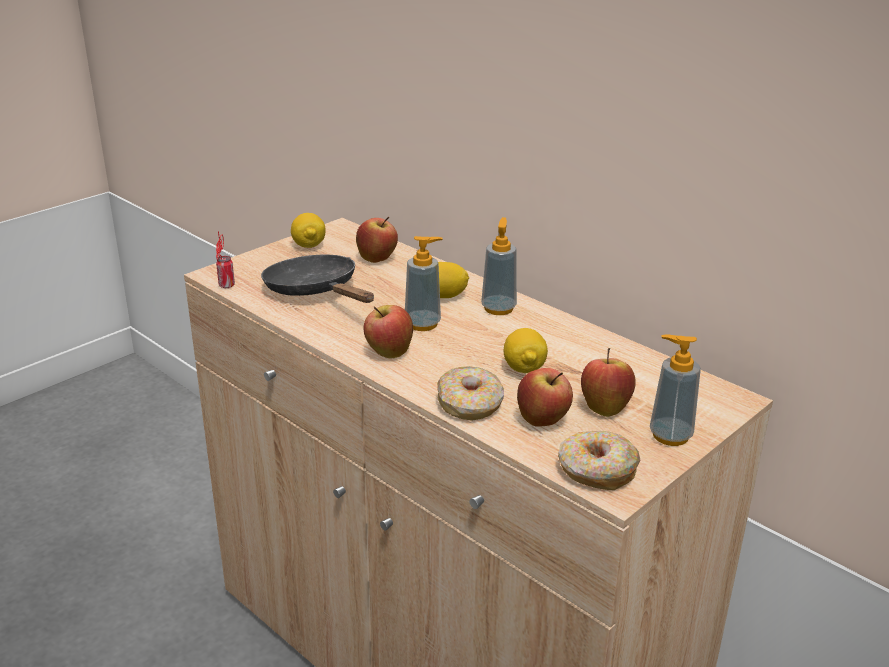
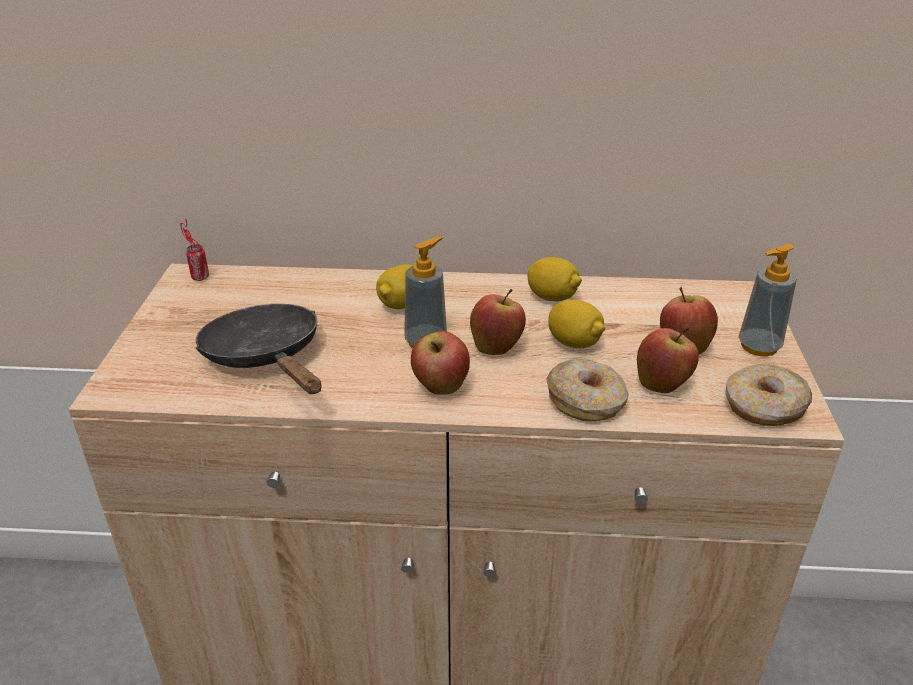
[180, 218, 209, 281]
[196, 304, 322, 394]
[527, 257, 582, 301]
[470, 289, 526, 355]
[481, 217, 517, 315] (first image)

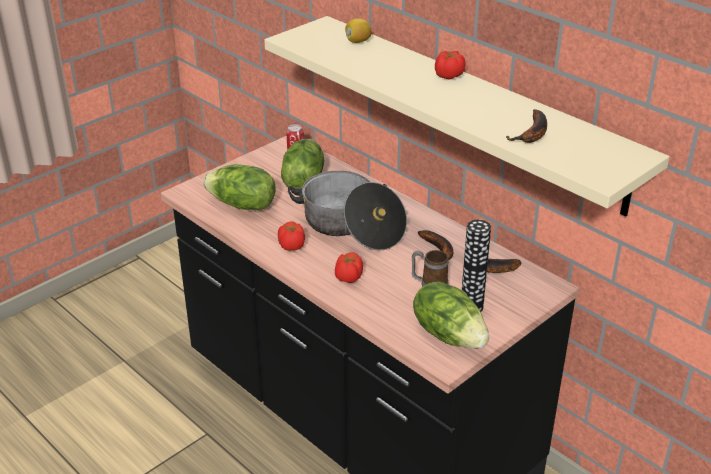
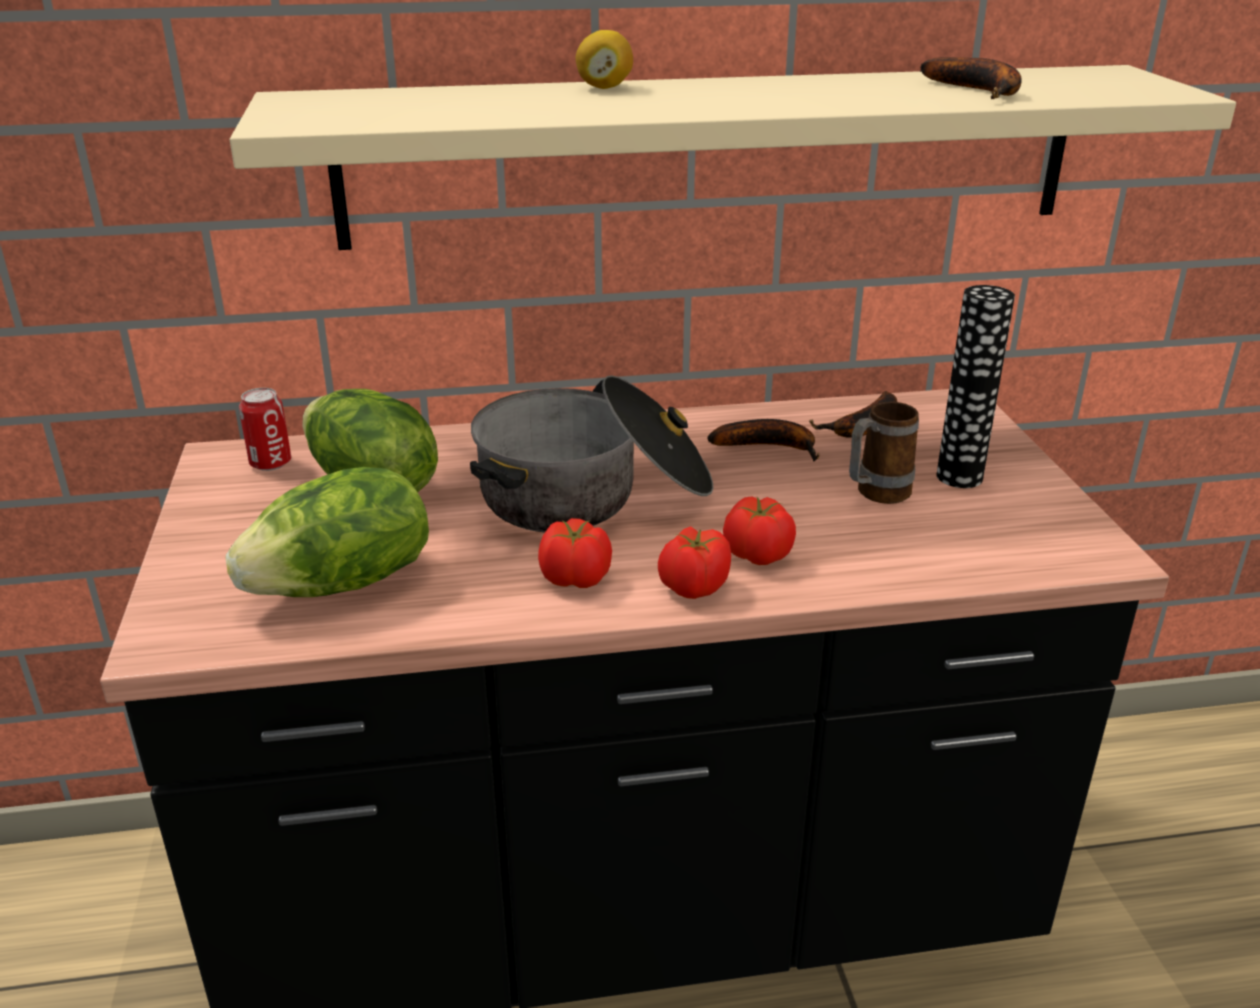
[576, 30, 633, 89]
[413, 281, 489, 349] (first image)
[658, 526, 731, 599]

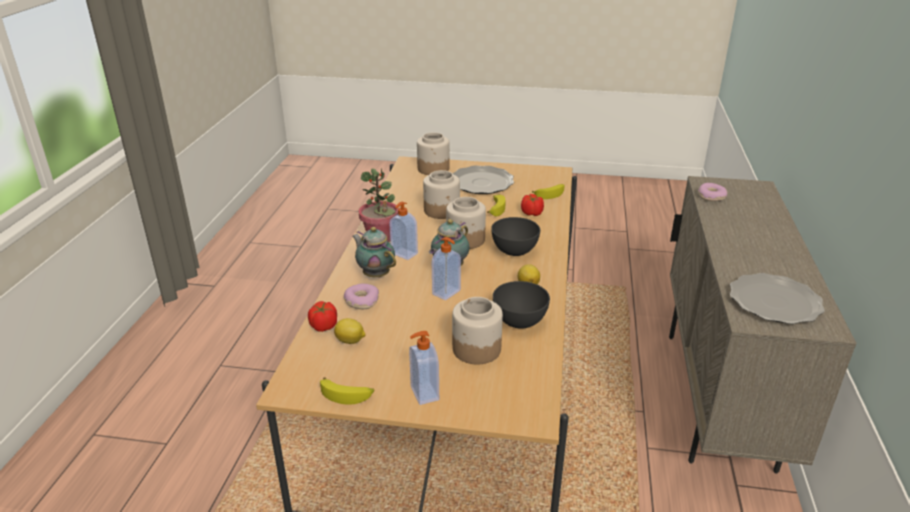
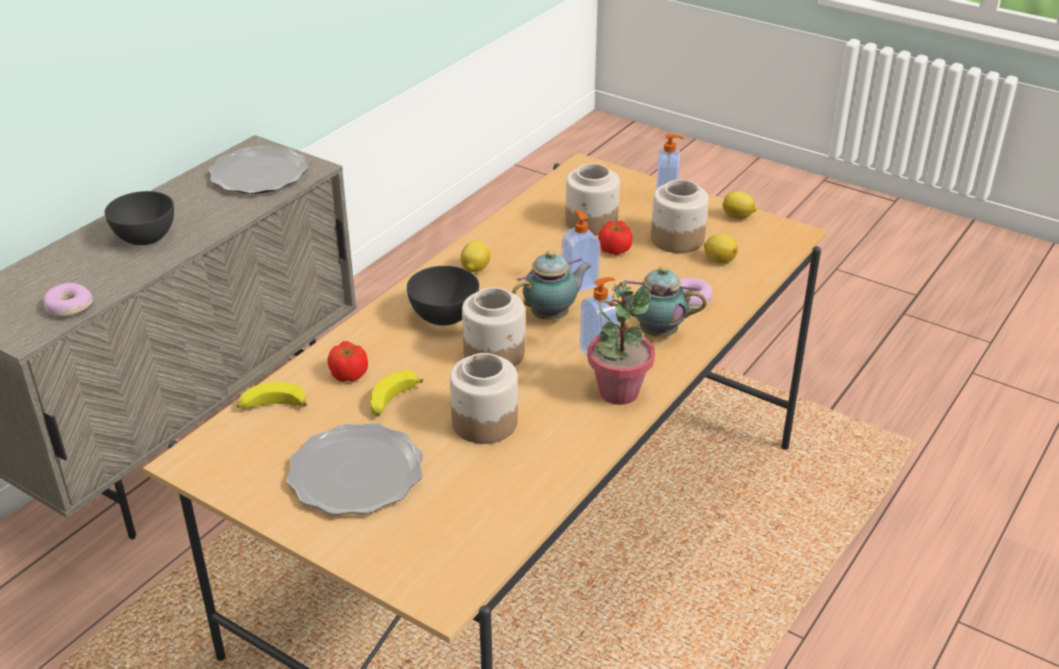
[599, 220, 632, 255]
[723, 191, 757, 219]
[612, 266, 707, 337]
[651, 180, 708, 253]
[104, 191, 174, 245]

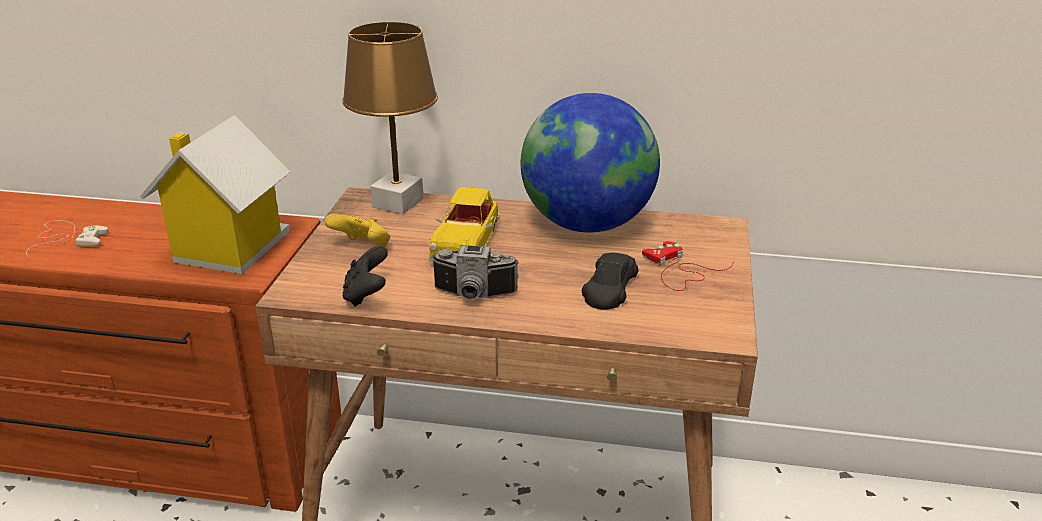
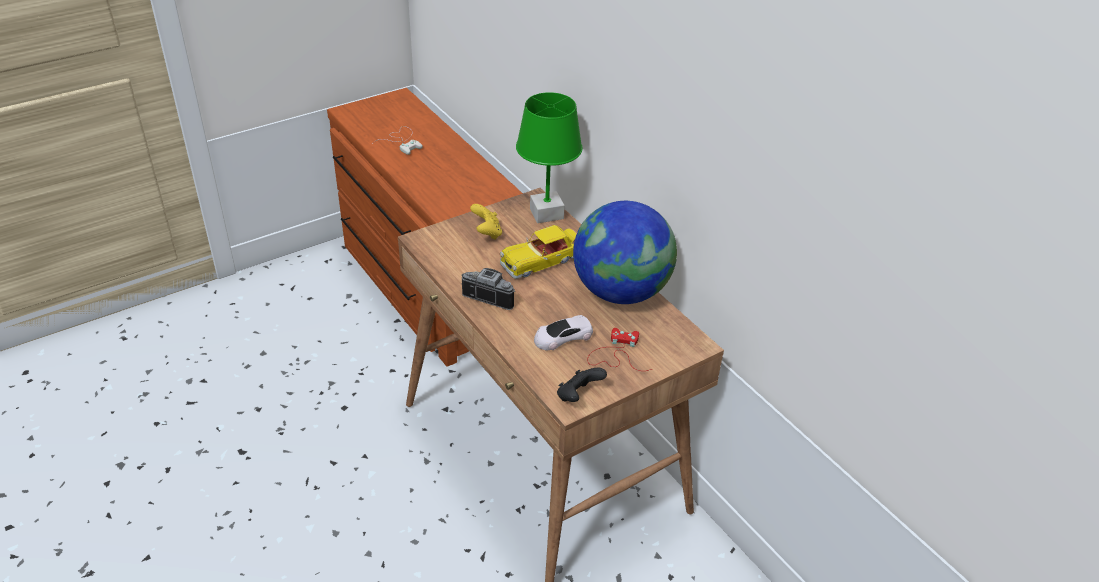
[140, 115, 290, 274] (first image)
[516, 92, 583, 223]
[557, 368, 607, 402]
[461, 268, 515, 310]
[534, 315, 593, 350]

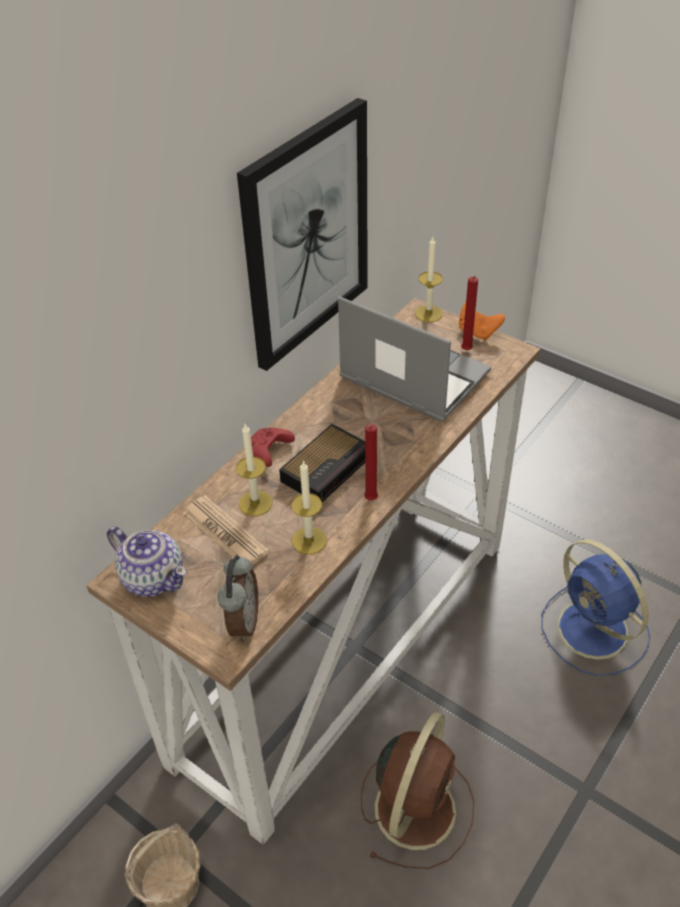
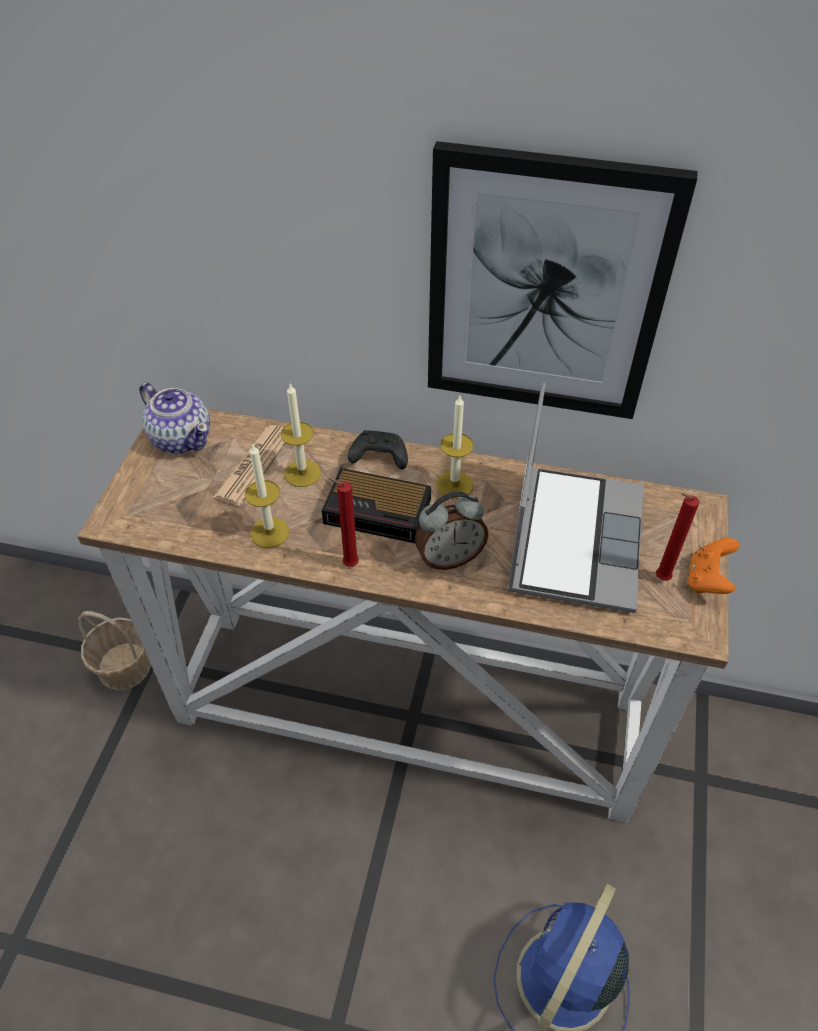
[139, 383, 210, 454]
[415, 492, 488, 570]
[348, 430, 408, 470]
[361, 712, 475, 869] (first image)
[436, 396, 473, 499]

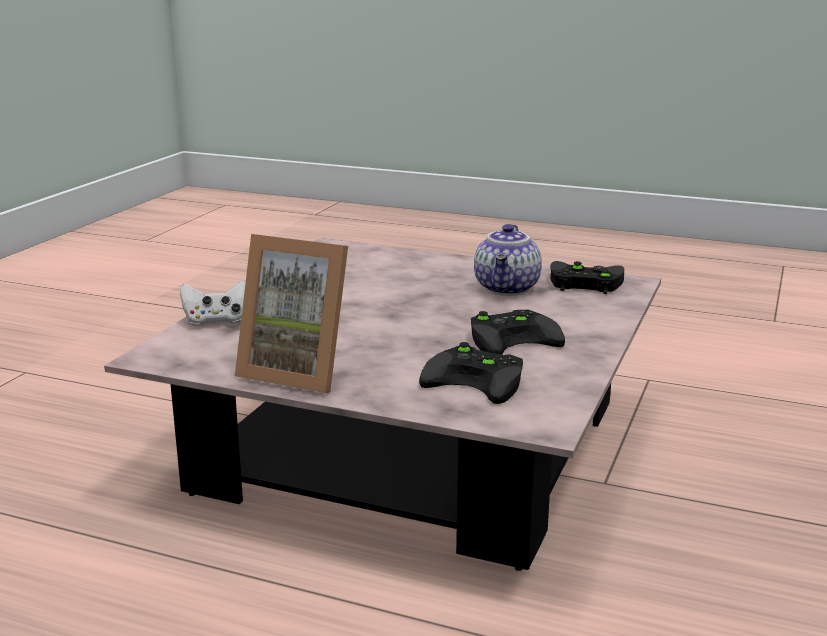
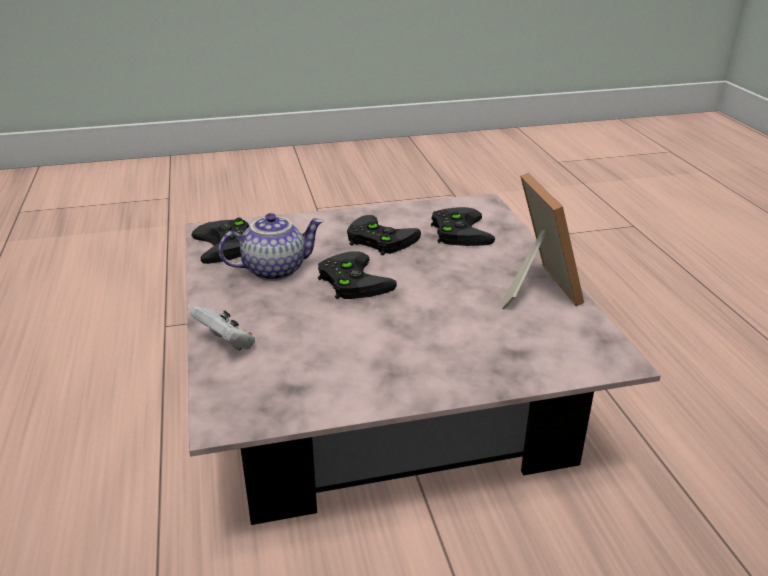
[190, 306, 255, 351]
[318, 251, 397, 299]

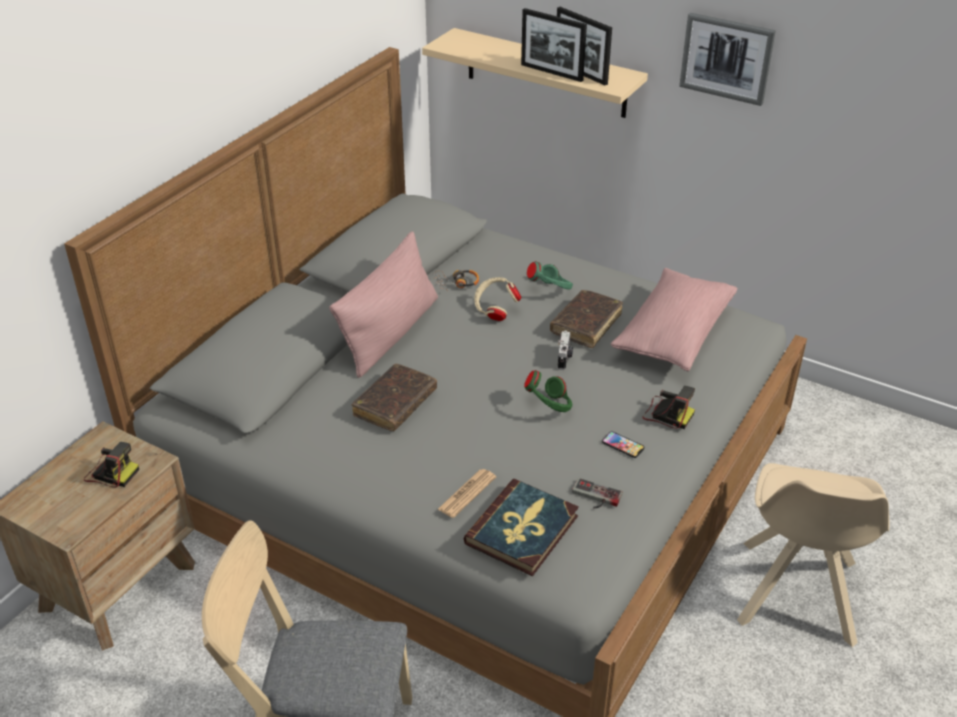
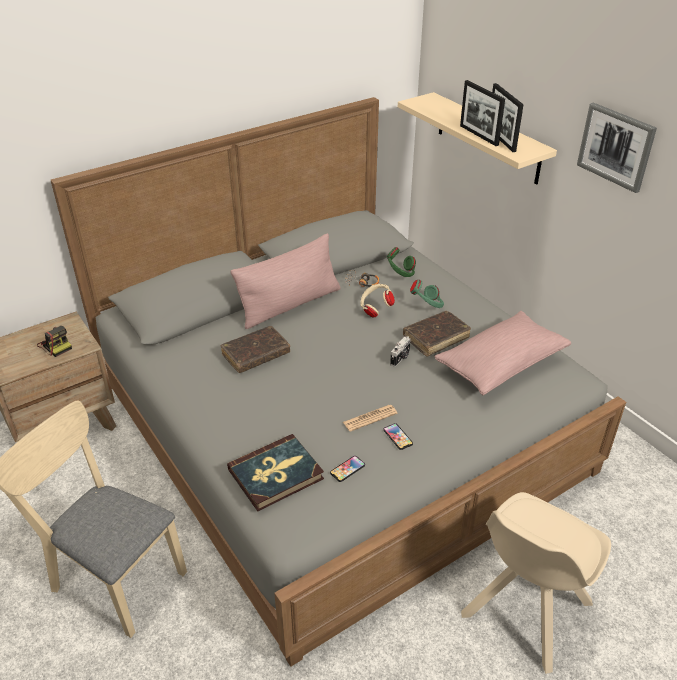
[343, 405, 397, 432]
[387, 247, 416, 277]
[330, 456, 365, 482]
[642, 386, 695, 429] (first image)

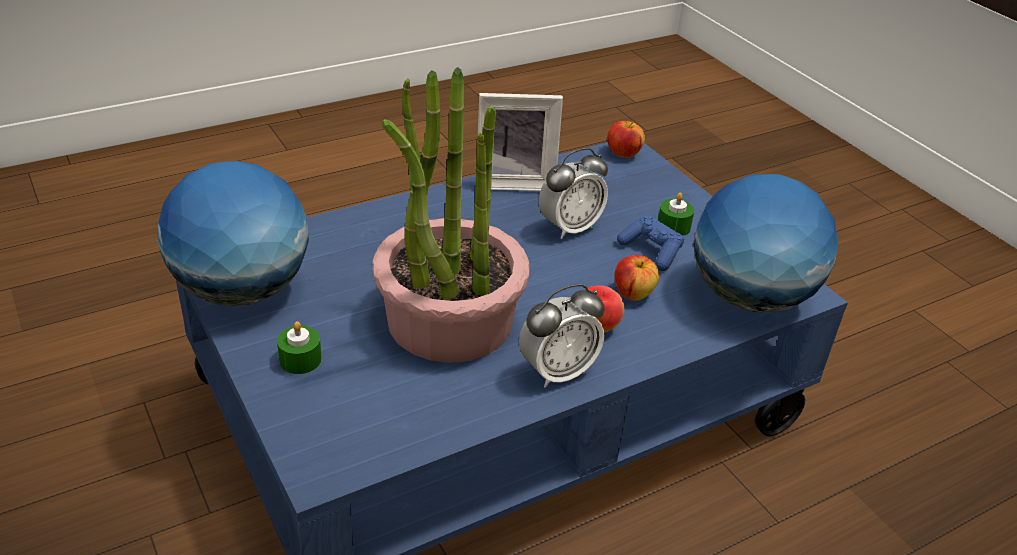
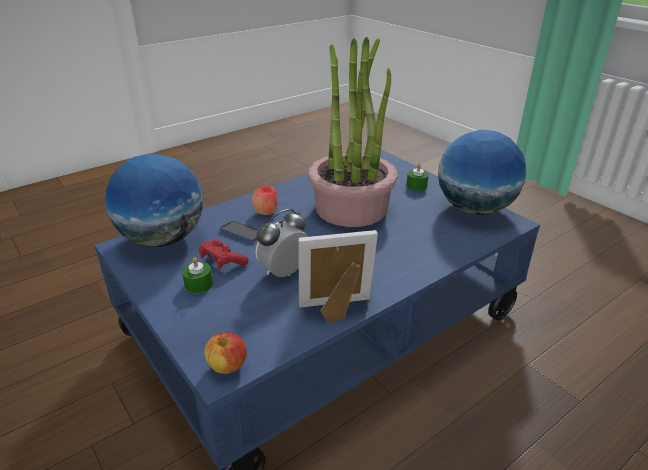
[519, 284, 605, 388] (first image)
[220, 221, 258, 242]
[199, 239, 249, 269]

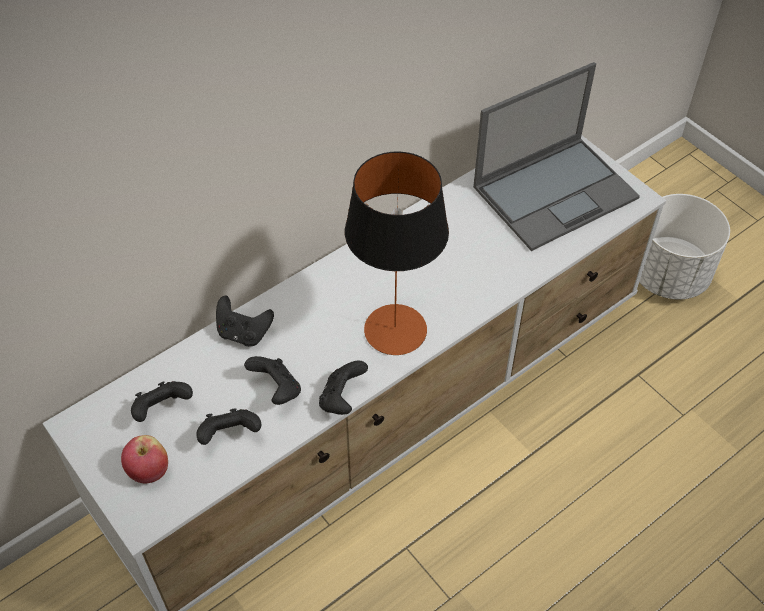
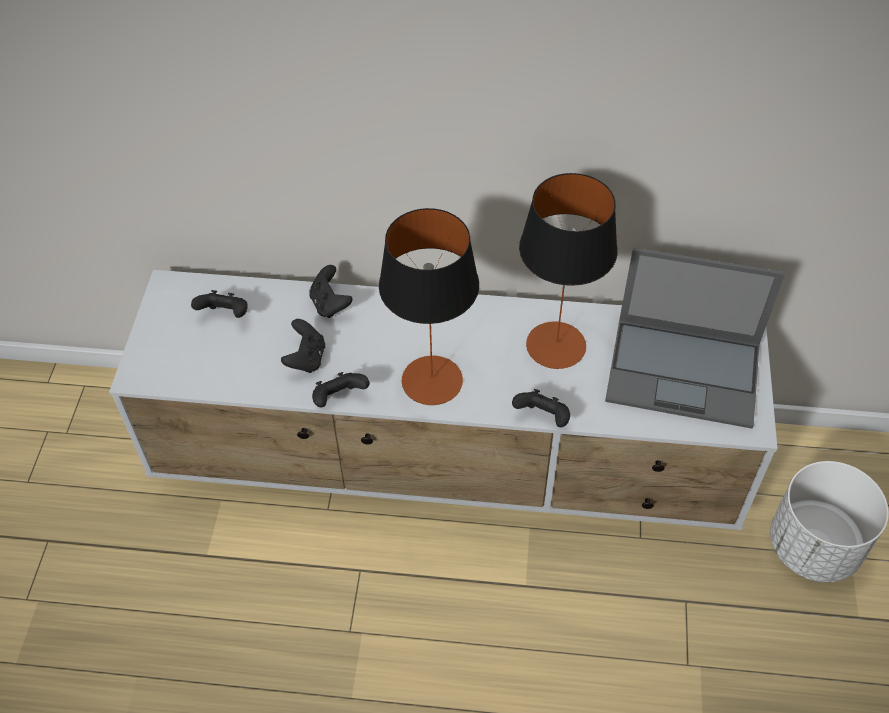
[121, 435, 168, 483] (first image)
[512, 389, 570, 427]
[519, 173, 618, 369]

